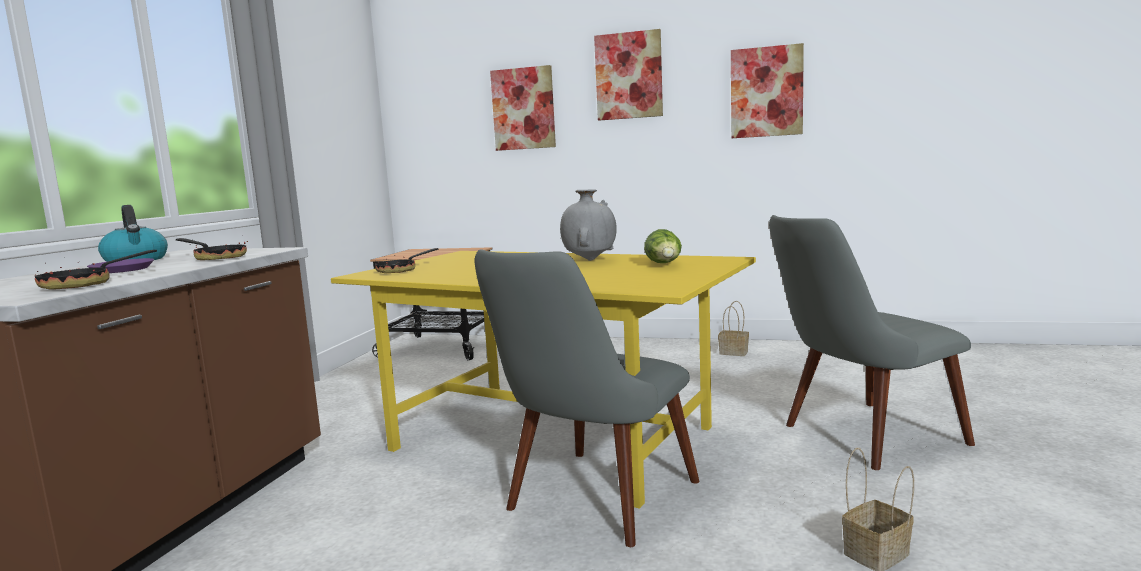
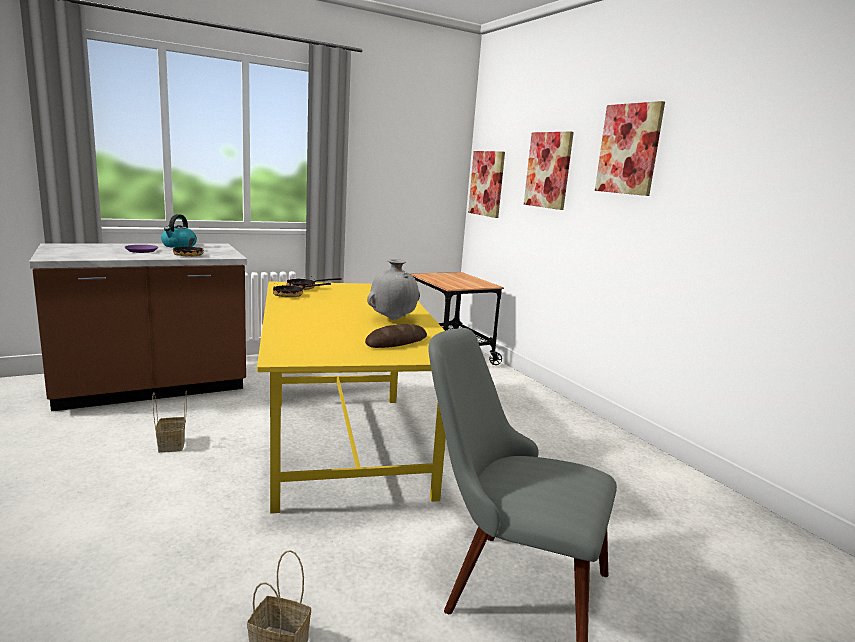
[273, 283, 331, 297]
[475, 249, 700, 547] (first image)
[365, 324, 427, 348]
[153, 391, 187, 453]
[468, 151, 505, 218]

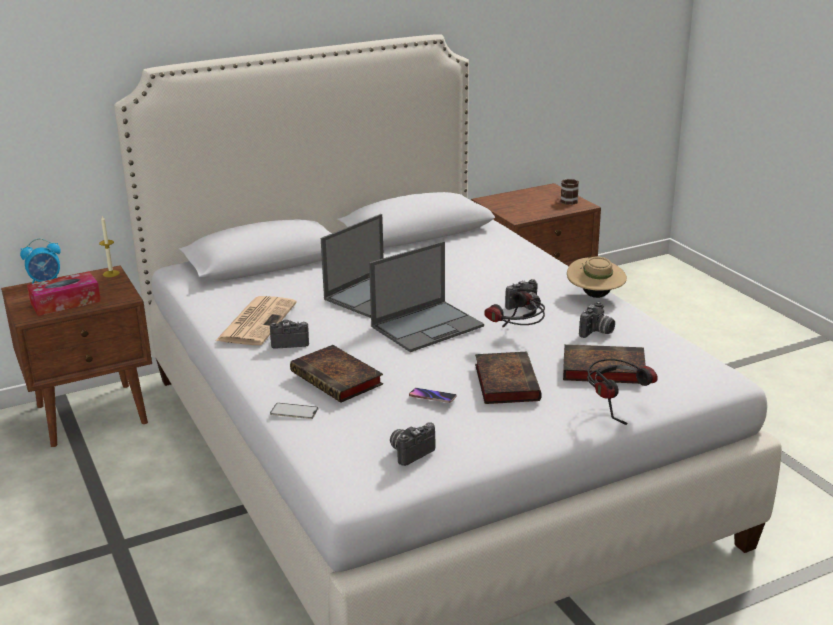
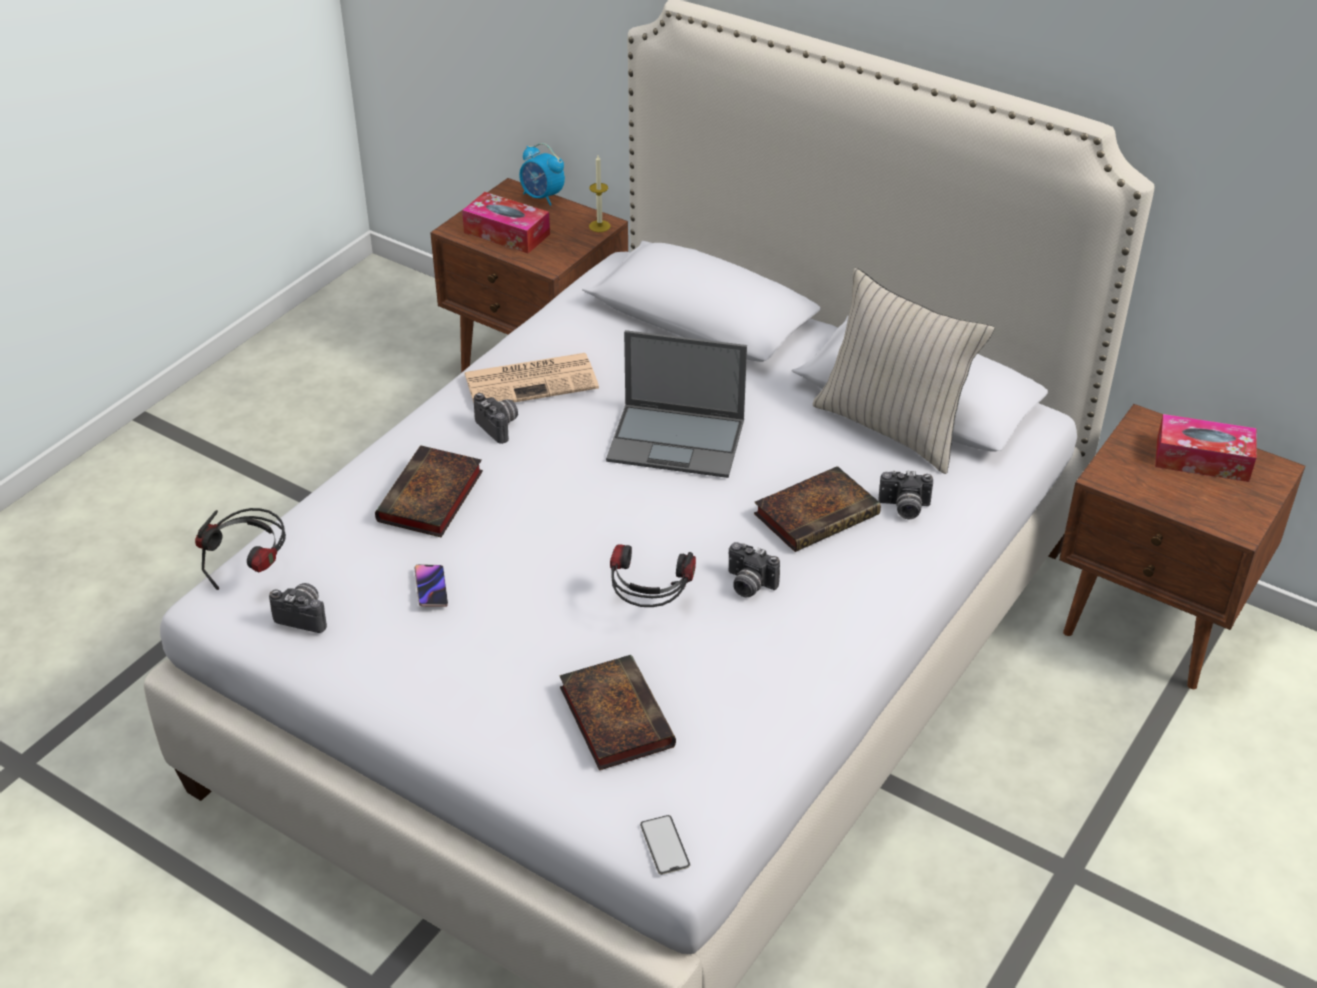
[640, 815, 690, 875]
[369, 241, 484, 352] (first image)
[754, 466, 881, 552]
[560, 179, 579, 205] (first image)
[567, 257, 627, 298] (first image)
[879, 471, 933, 519]
[195, 508, 286, 590]
[812, 268, 995, 474]
[1155, 414, 1256, 482]

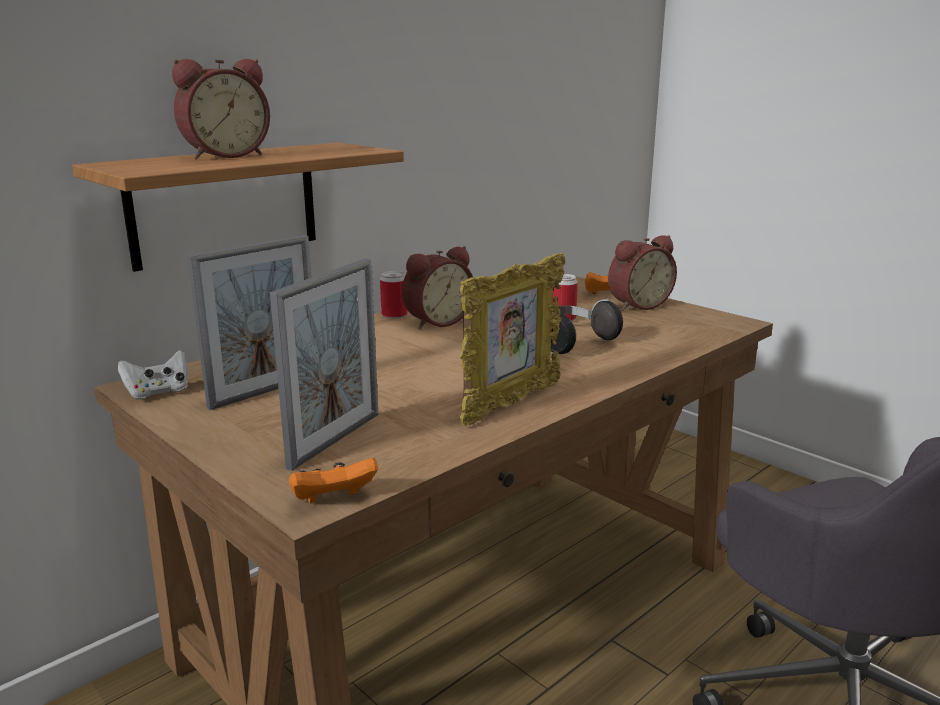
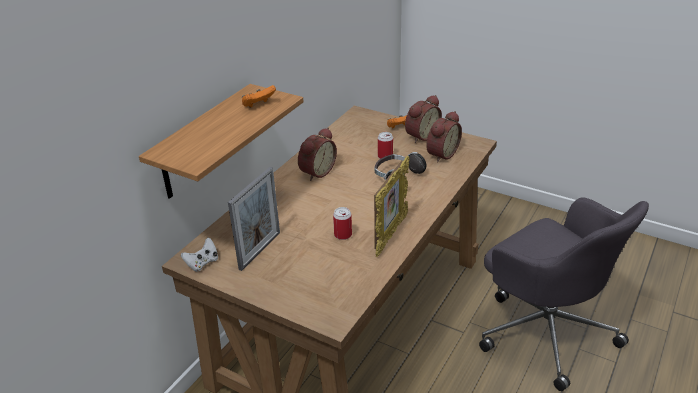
[426, 111, 462, 163]
[270, 258, 378, 471] (first image)
[242, 85, 276, 108]
[333, 207, 352, 240]

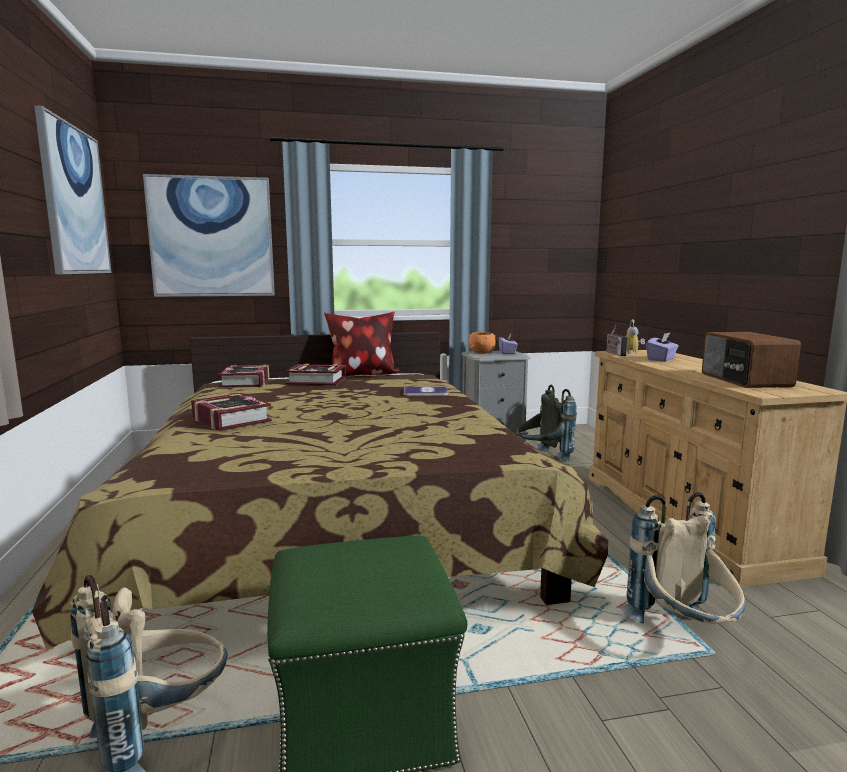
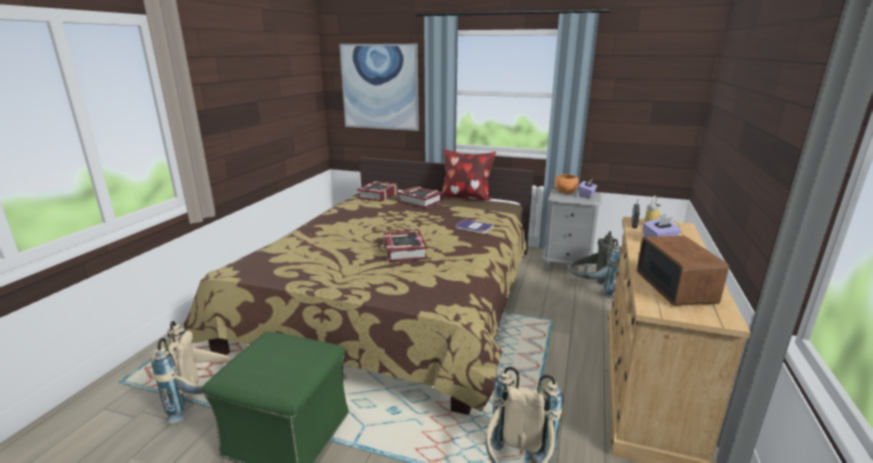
[34, 105, 111, 274] (first image)
[383, 230, 428, 263]
[637, 236, 729, 306]

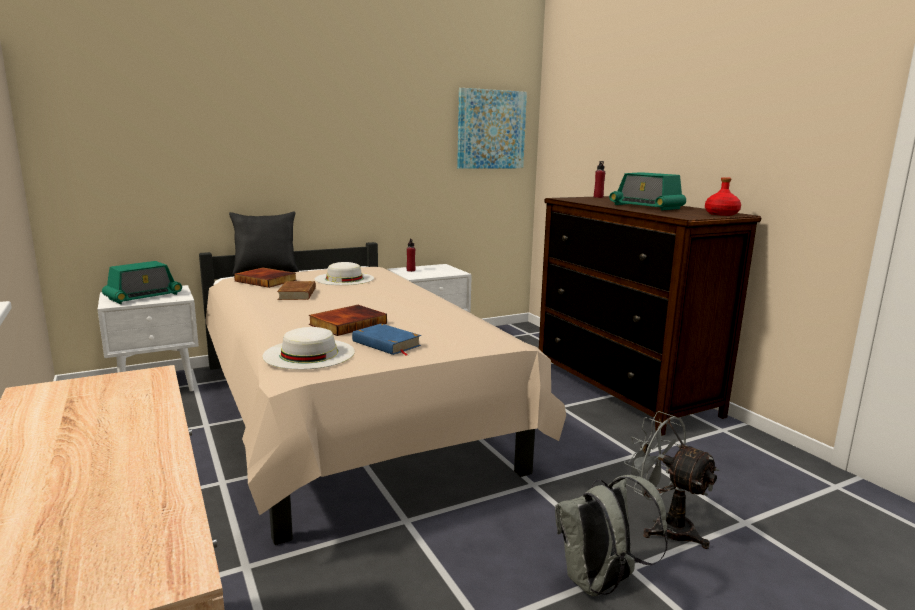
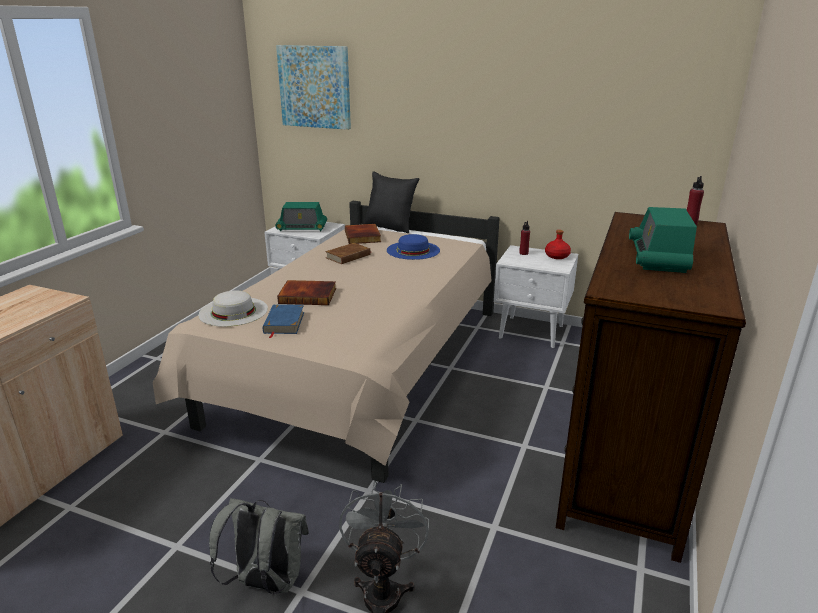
[387, 234, 440, 260]
[276, 45, 351, 130]
[545, 230, 571, 259]

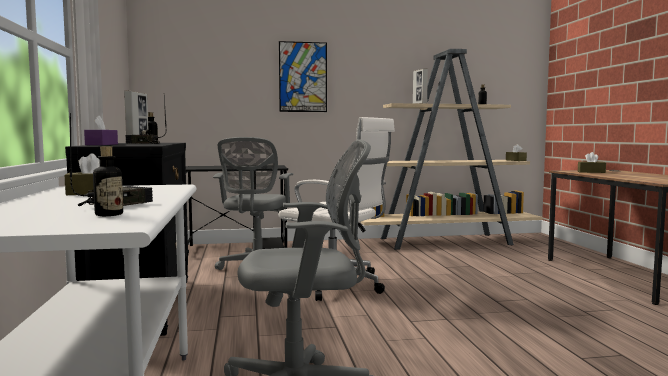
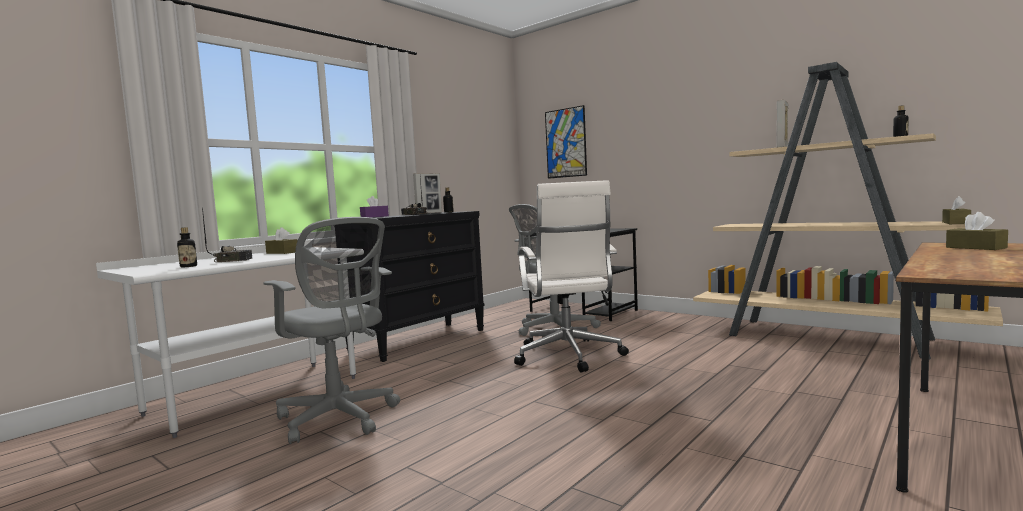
[545, 105, 587, 179]

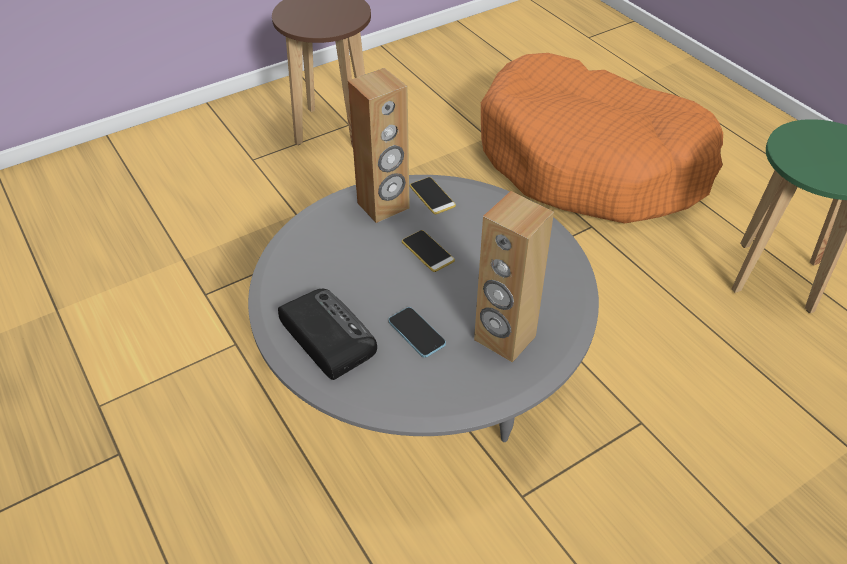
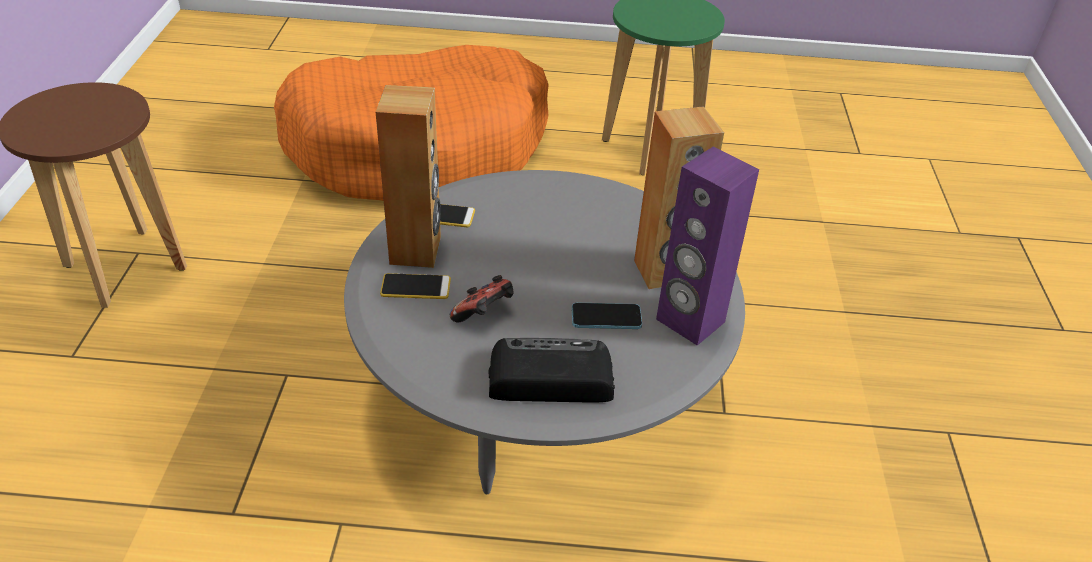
[380, 273, 451, 299]
[450, 275, 514, 323]
[656, 146, 759, 345]

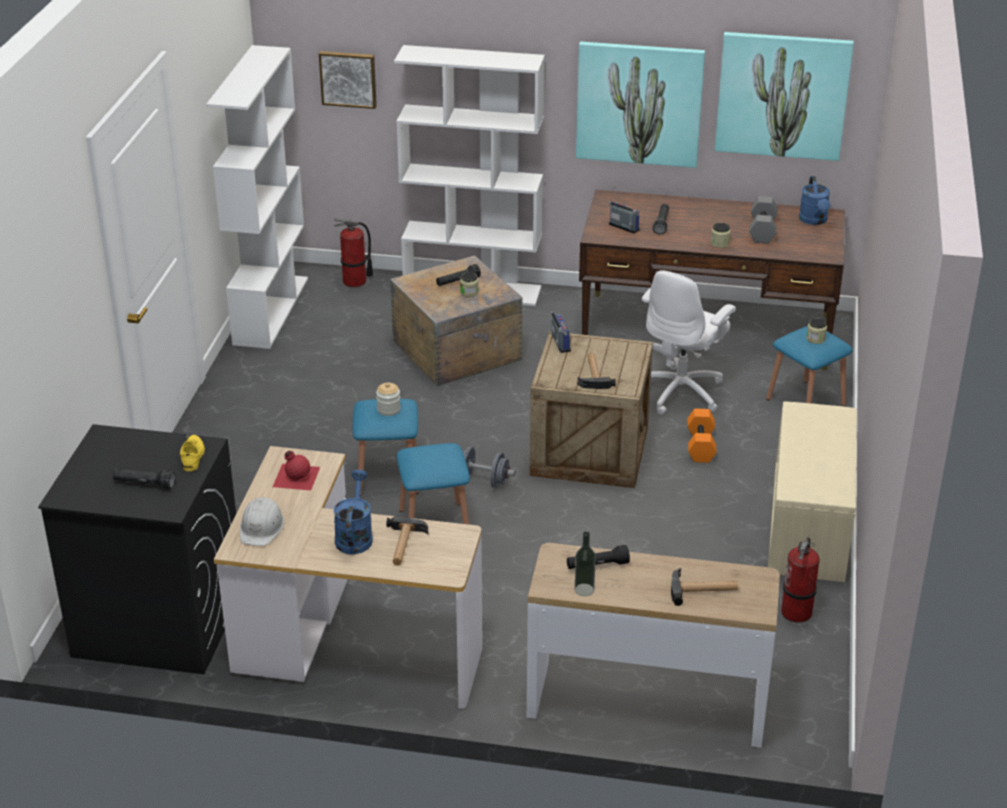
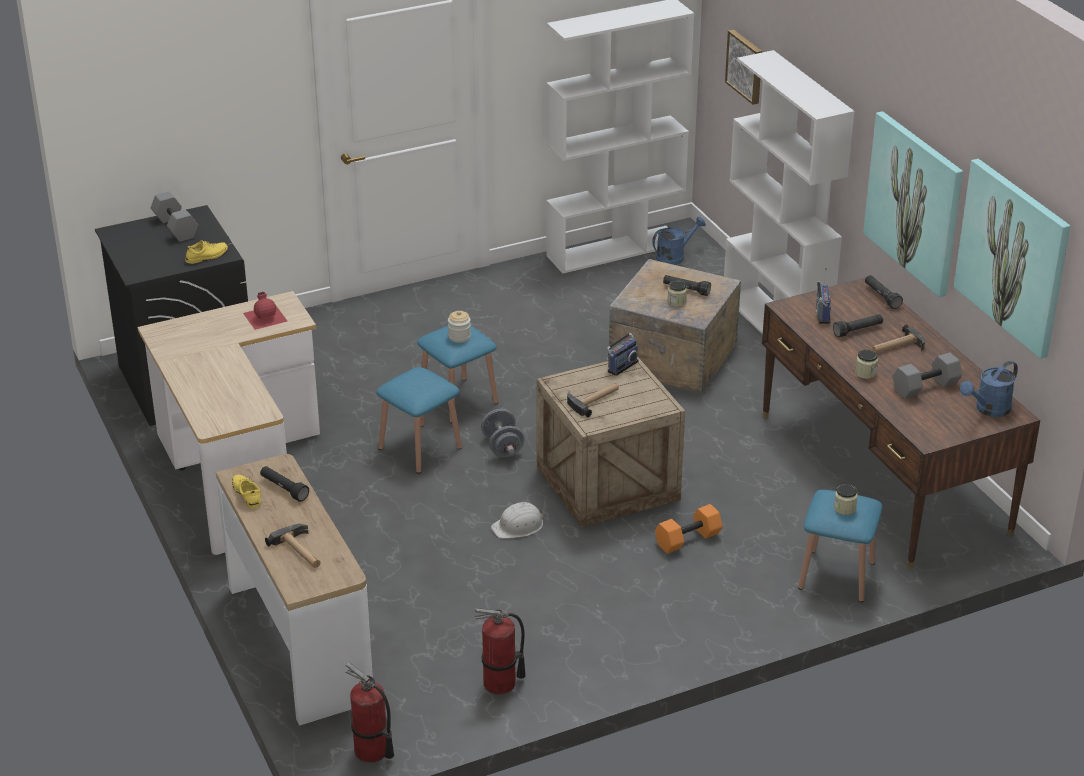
[865, 275, 903, 309]
[491, 502, 544, 539]
[345, 662, 394, 763]
[652, 216, 706, 265]
[872, 325, 925, 353]
[232, 475, 261, 509]
[642, 270, 736, 415] (first image)
[768, 401, 857, 582] (first image)
[151, 192, 198, 242]

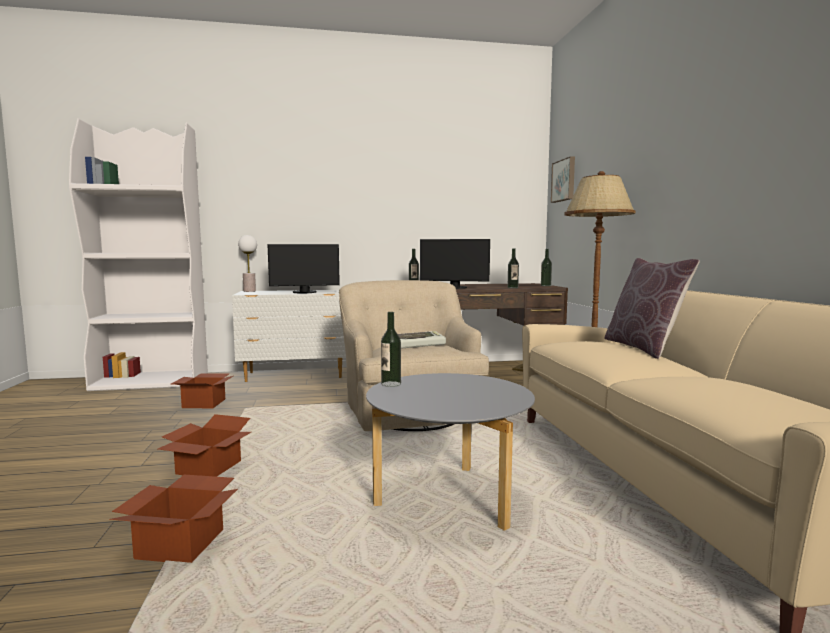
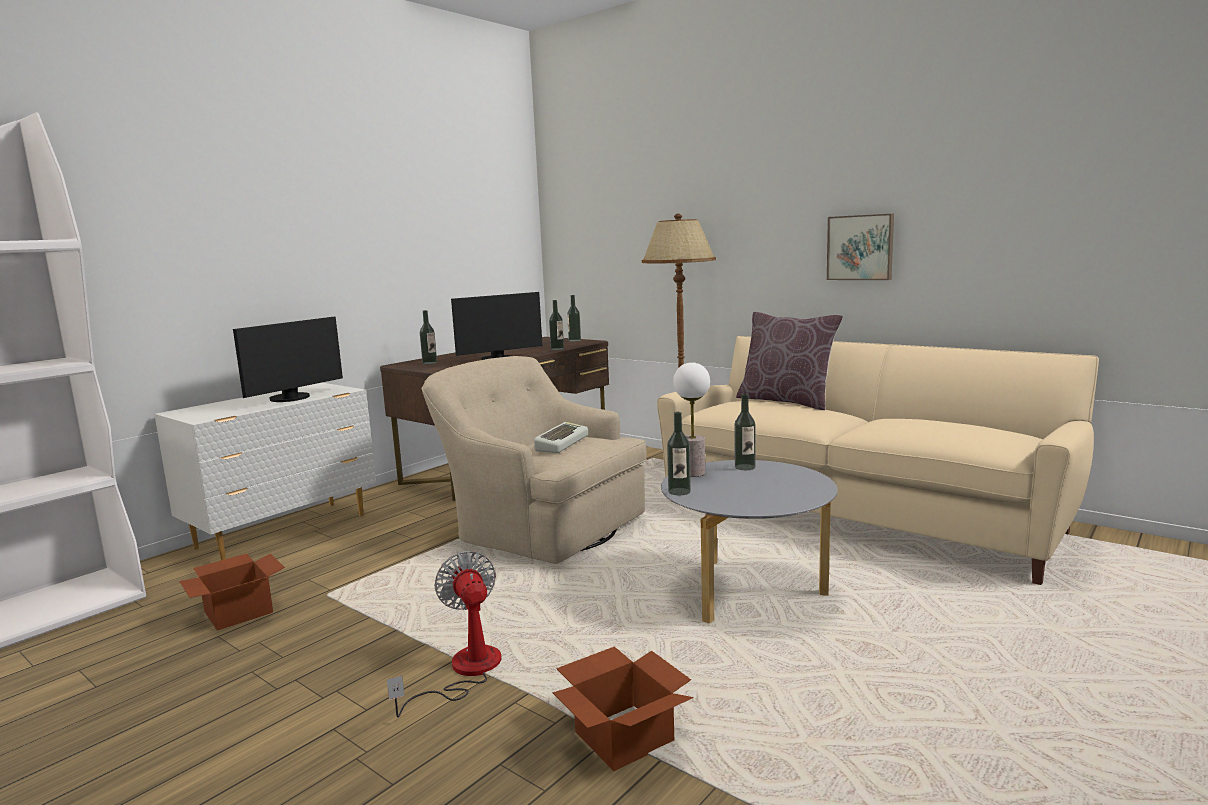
[387, 551, 501, 718]
[673, 362, 710, 477]
[827, 214, 894, 280]
[734, 394, 756, 470]

